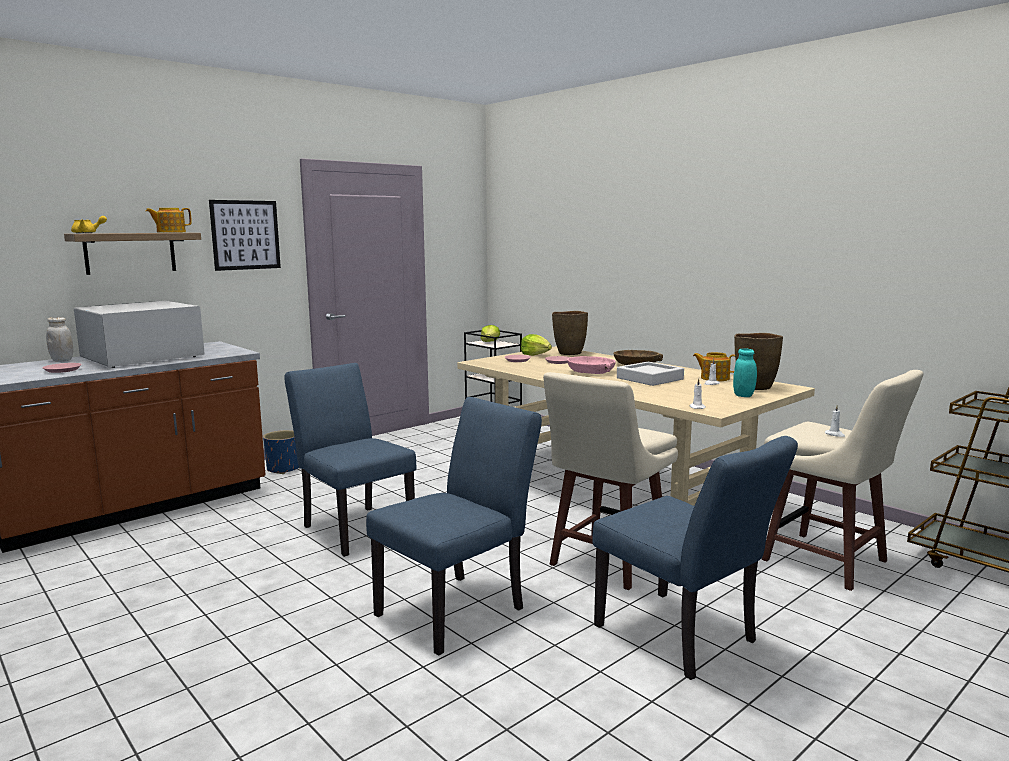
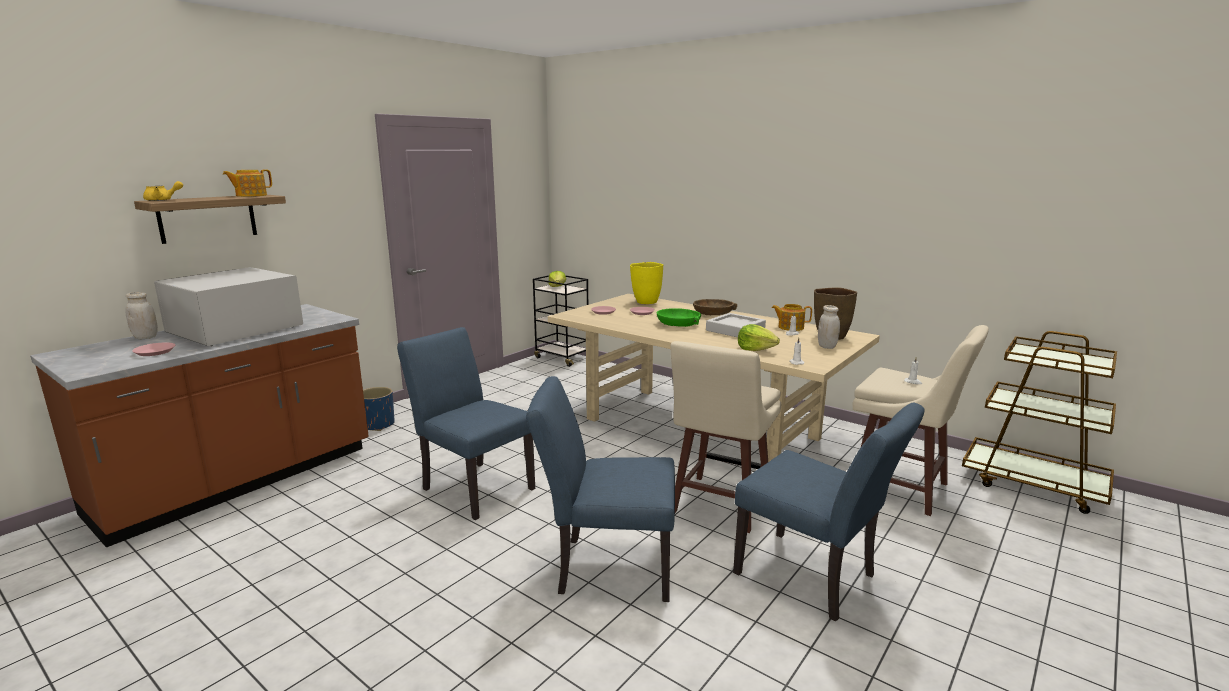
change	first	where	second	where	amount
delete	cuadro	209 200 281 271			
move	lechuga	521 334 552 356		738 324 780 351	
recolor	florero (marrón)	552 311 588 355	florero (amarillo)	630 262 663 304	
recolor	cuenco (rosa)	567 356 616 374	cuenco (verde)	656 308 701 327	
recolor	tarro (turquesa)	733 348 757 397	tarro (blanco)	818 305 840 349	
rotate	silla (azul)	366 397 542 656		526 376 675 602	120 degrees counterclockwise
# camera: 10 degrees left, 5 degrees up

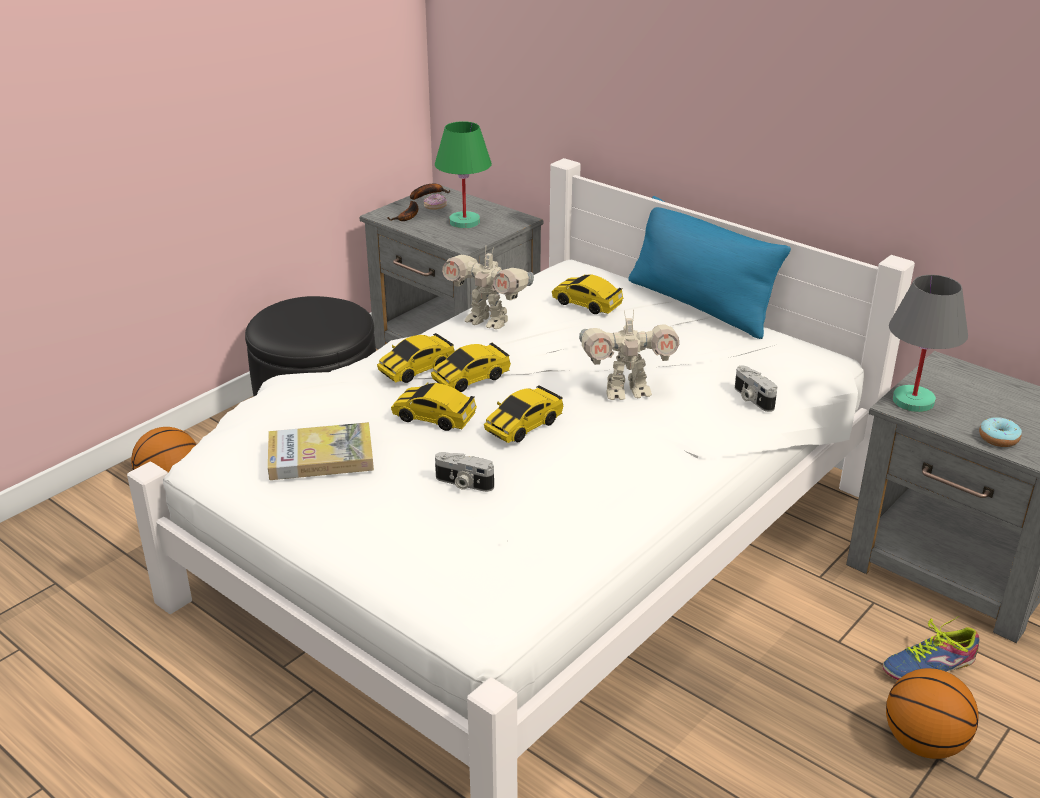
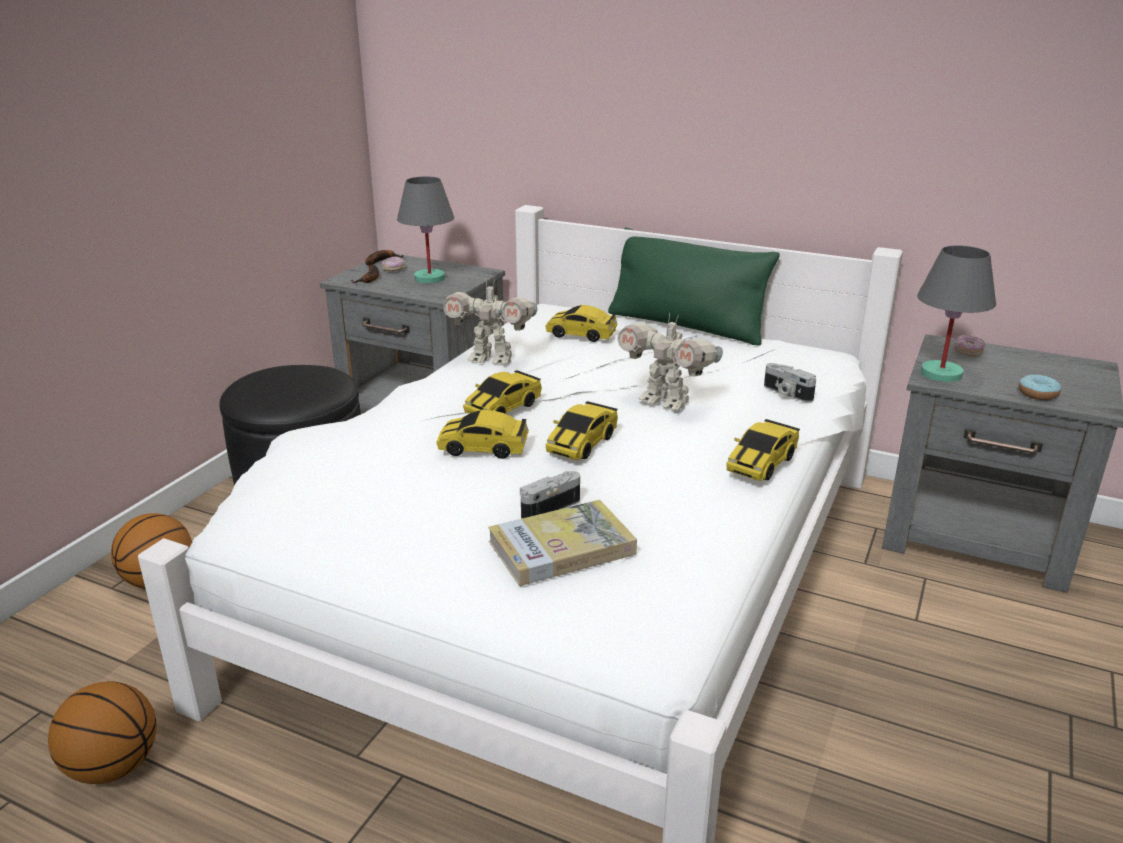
change	first	where	second	where	amount
delete	zapato	882 616 979 680			
insert			rosquilla	953 335 985 356	
move	libro	268 422 374 480		488 500 637 586	
move	coche de juguete	377 333 454 383		726 419 800 481	
move	balón de baloncesto	886 668 979 759		48 681 157 784	
recolor	lámpara de mesa (verde)	435 121 492 228	lámpara de mesa (gris)	397 176 454 284	
recolor	cojín (azul)	628 196 791 339	cojín (verde)	608 228 780 346	
rotate	cámara	435 452 494 492		520 471 580 519	135 degrees clockwise
rotate	robot de juguete	579 310 679 400		617 313 723 410	60 degrees clockwise
# camera: 15 degrees left, 5 degrees down

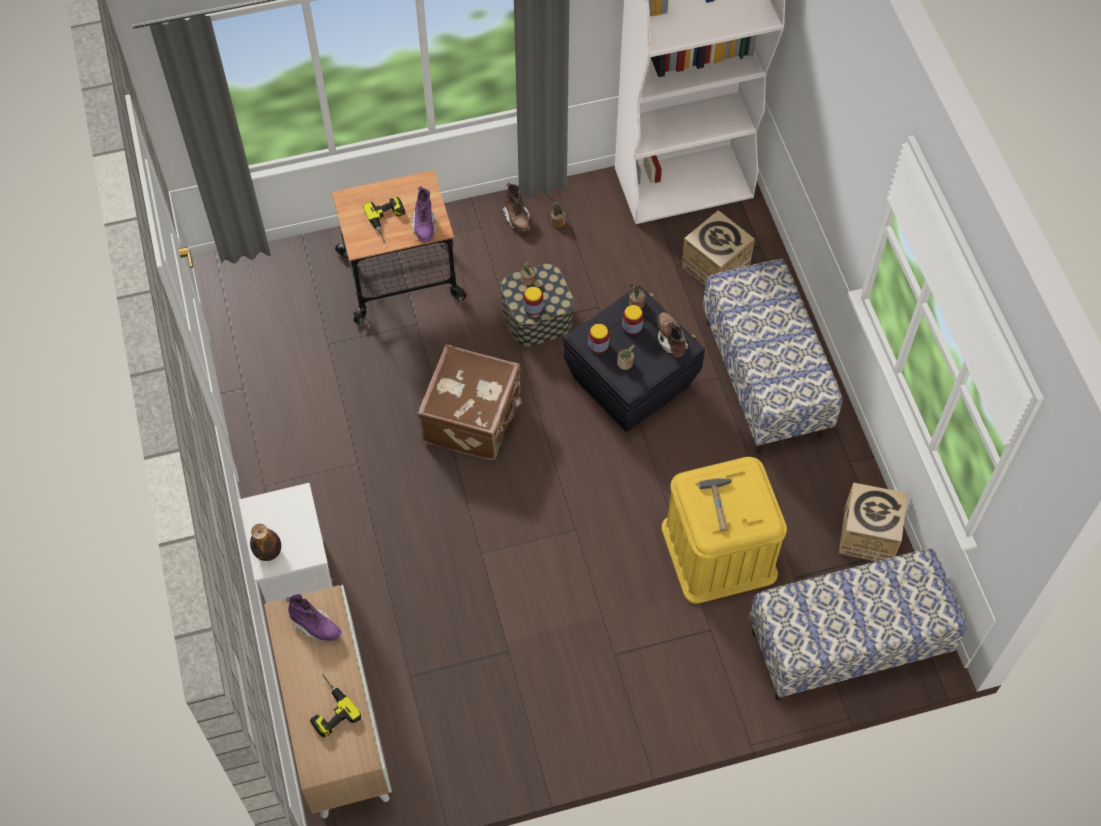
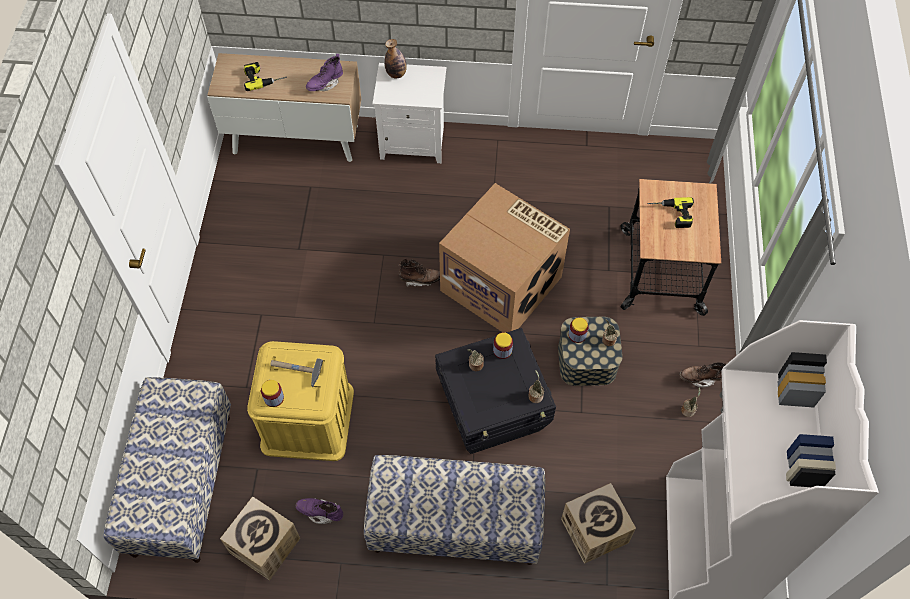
change	first	where	second	where	amount
move	bota (morado)	411 186 438 242		296 498 343 524	
move	tarro	622 305 644 335		261 380 284 407	
move	bota (marrón)	658 312 688 357		398 259 440 287	
replace	maleta (marrón)	417 344 522 460	caja de cartón	439 183 570 333	
# camera: 110 degrees right, 0 degrees up

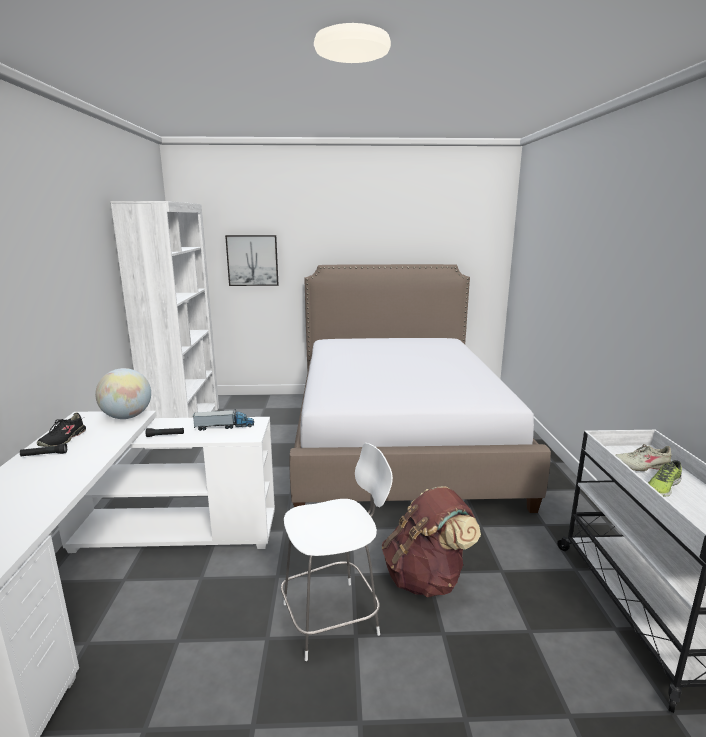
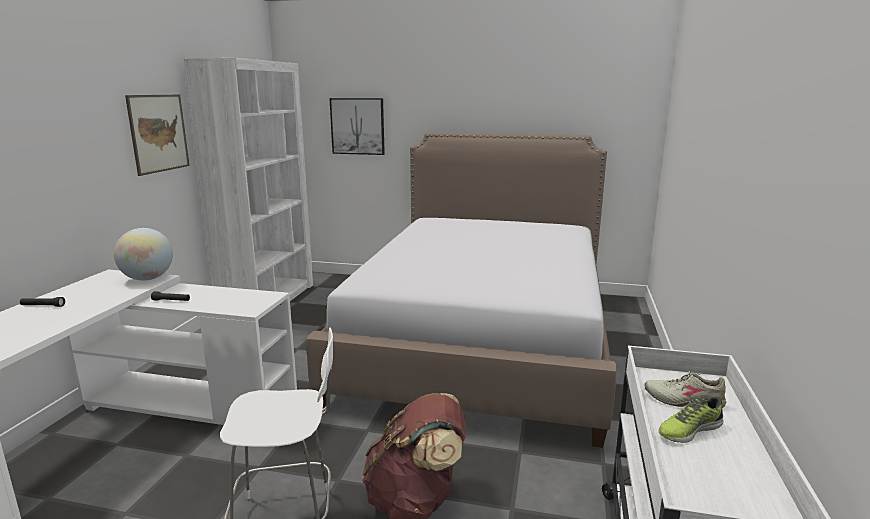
change	first	where	second	where	amount
delete	zapato (negro)	37 412 86 447			
delete	camión de juguete	193 409 254 431			
insert			cuadro	125 95 190 176	
# camera: 15 degrees right, 0 degrees up

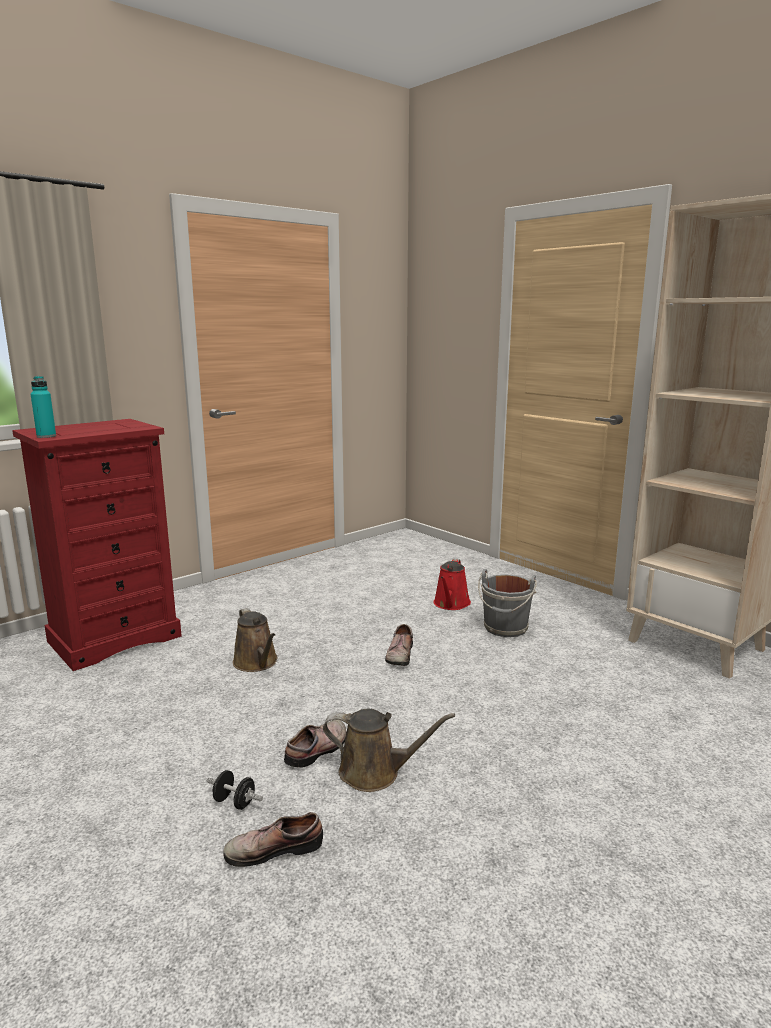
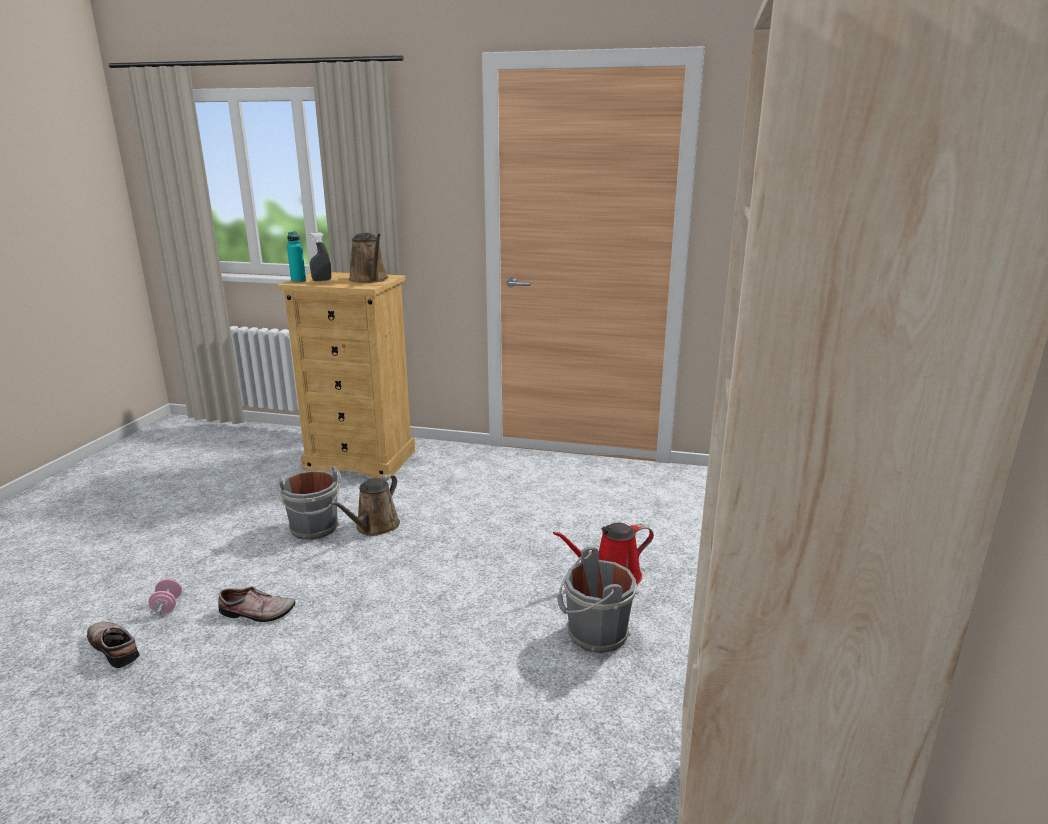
change	first	where	second	where	amount
delete	zapato	385 624 413 666			
insert			cubo (gris)	276 466 341 540	
insert			pulverizador (gris)	309 232 331 281	
move	regadera (marrón)	323 709 455 792		349 233 388 283	
recolor	cómoda (rojo)	12 419 182 671	cómoda (beis)	278 272 415 480	
recolor	mancuerna (negro)	206 770 263 810	mancuerna (rosa)	148 579 182 614	
# camera: 55 degrees right, 5 degrees up

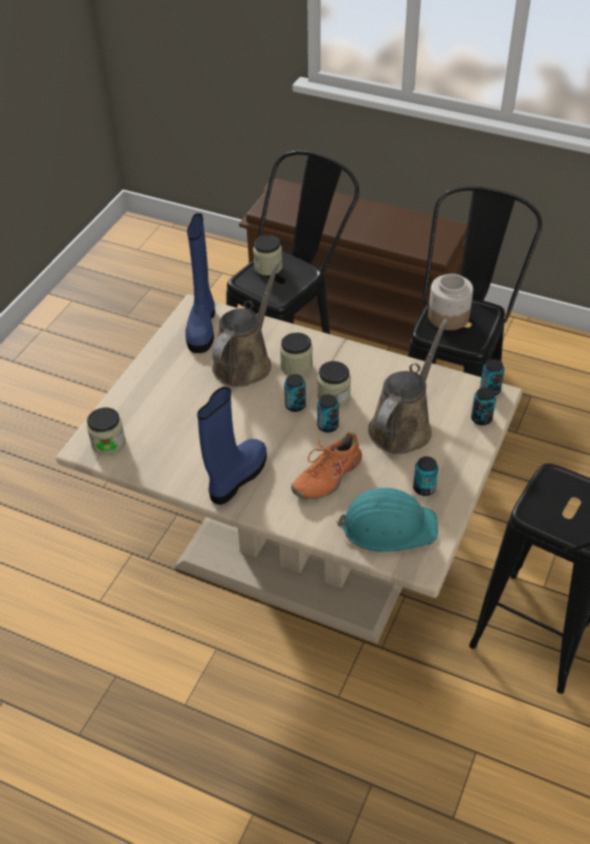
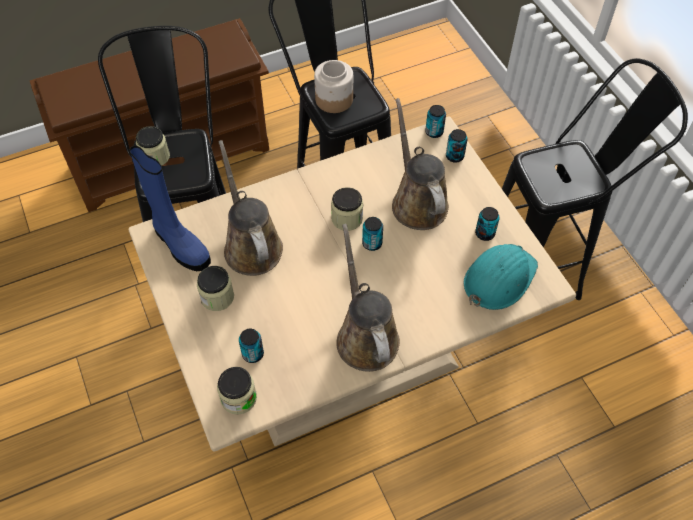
change	first	where	second	where	amount
delete	zapato (naranja)	291 432 363 499			
move	tarro	280 332 313 377		197 266 234 311	
move	lata	284 374 306 412		239 329 264 363	
replace	bota (azul)	197 387 267 505	regadera (marrón)	336 224 400 372	
# camera: 50 degrees left, 10 degrees up

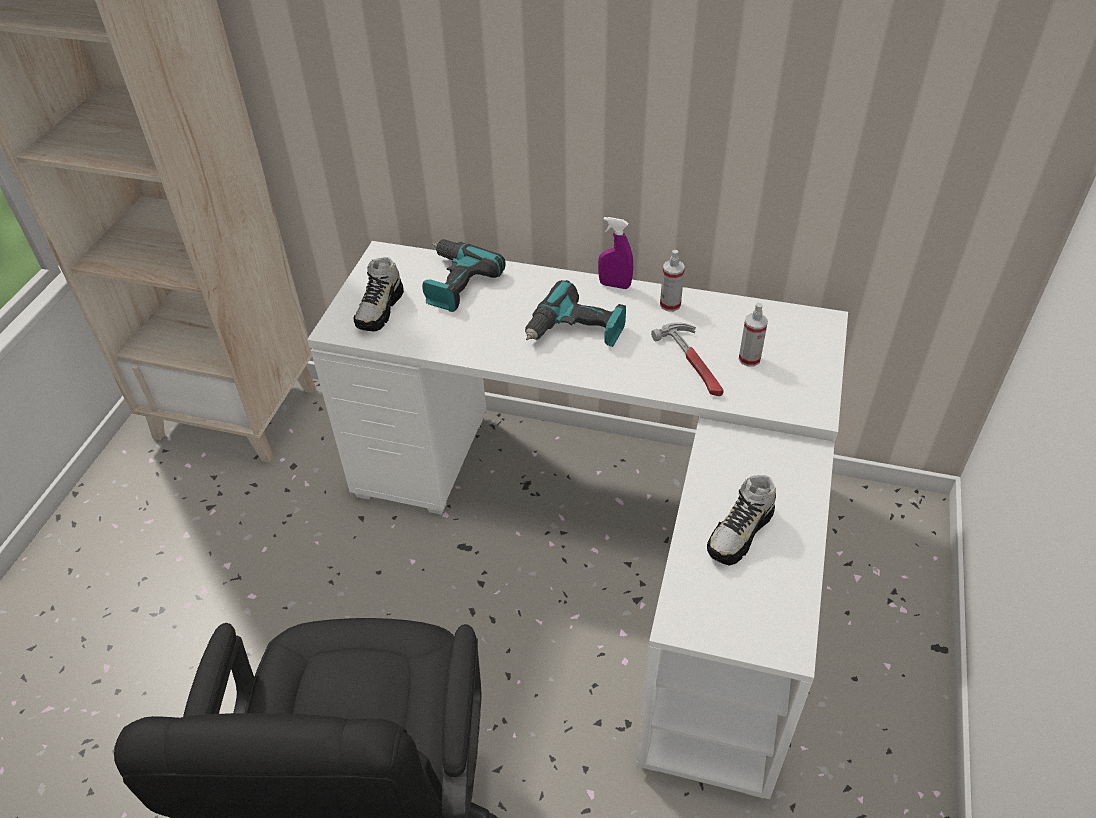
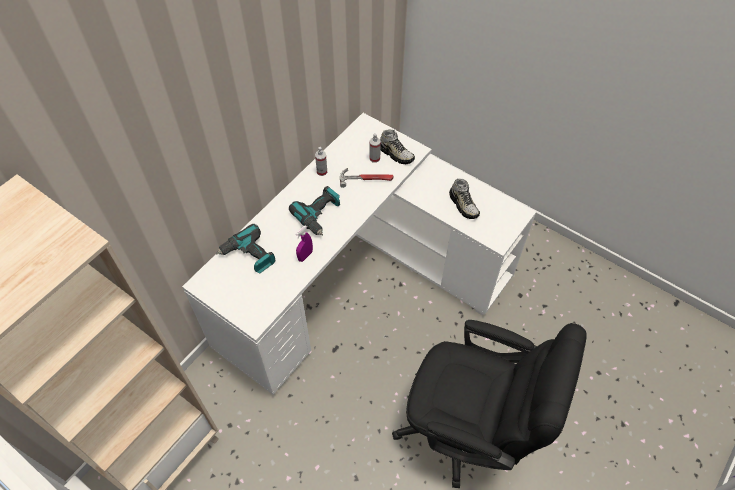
change	first	where	second	where	amount
move	zapato	353 257 404 331		380 129 415 164	
move	pulverizador (morado)	598 217 633 289		295 225 313 262	
# camera: 70 degrees left, 10 degrees up

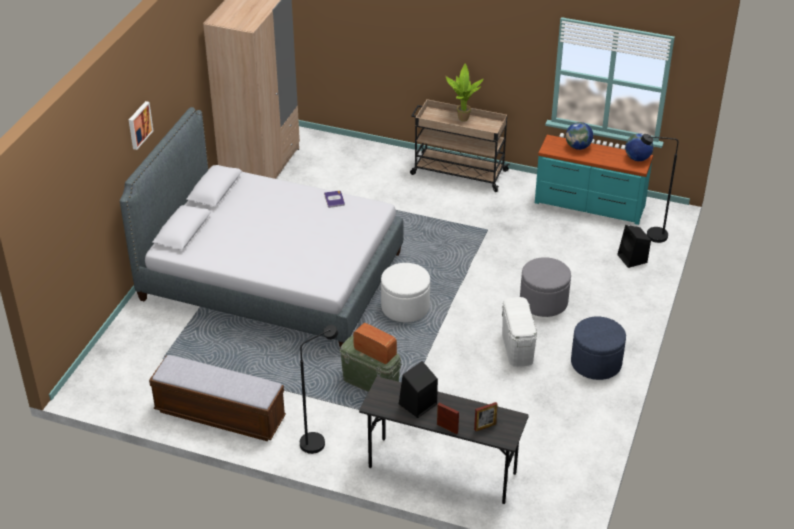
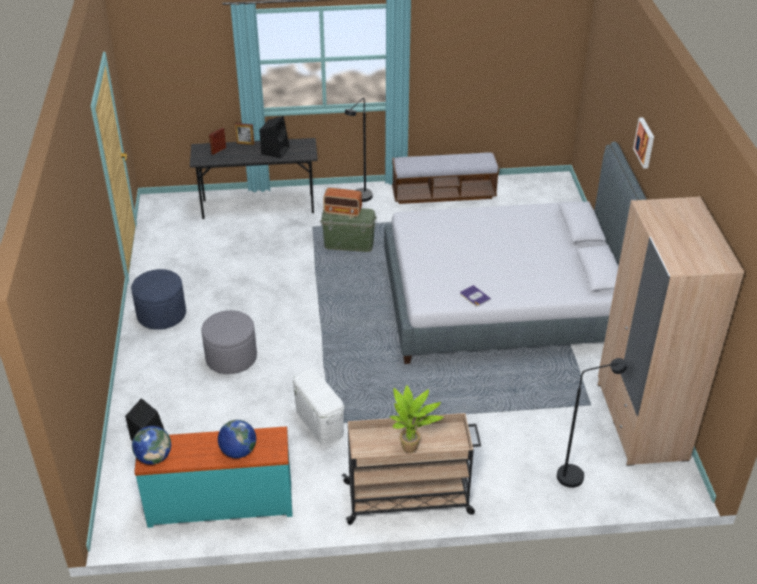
change	first	where	second	where	amount
delete	puf (blanco)	381 263 430 322			
move	caja de almacenaje (blanco)	502 297 537 367		292 369 345 446	
move	lámpara de pie (negro)	641 134 678 243		557 358 627 488	
# camera: 155 degrees right, 0 degrees up

